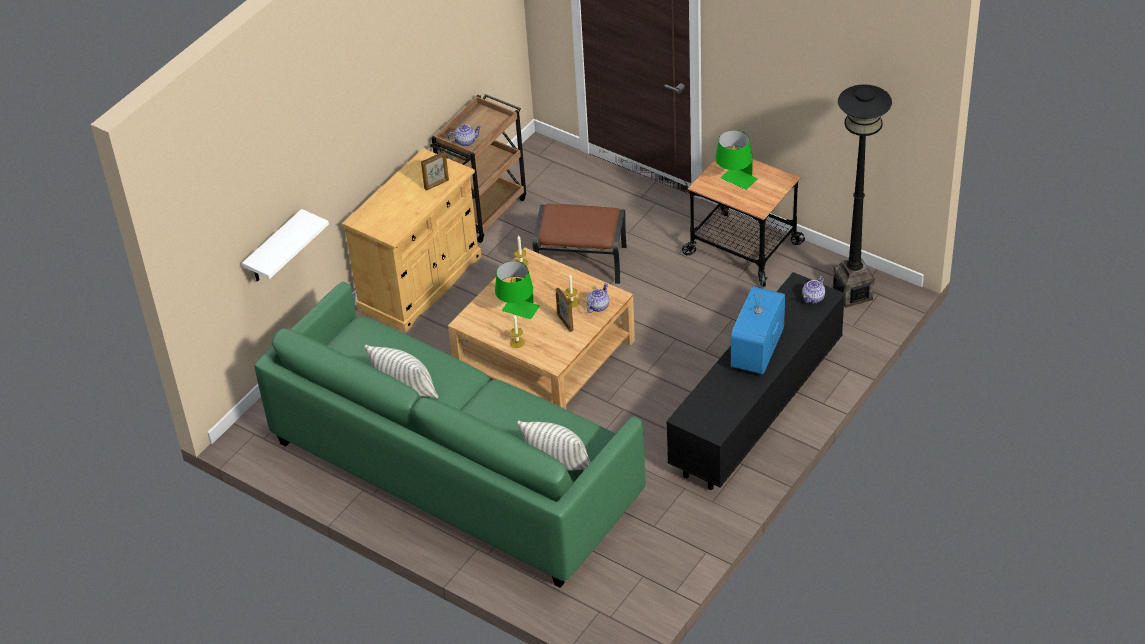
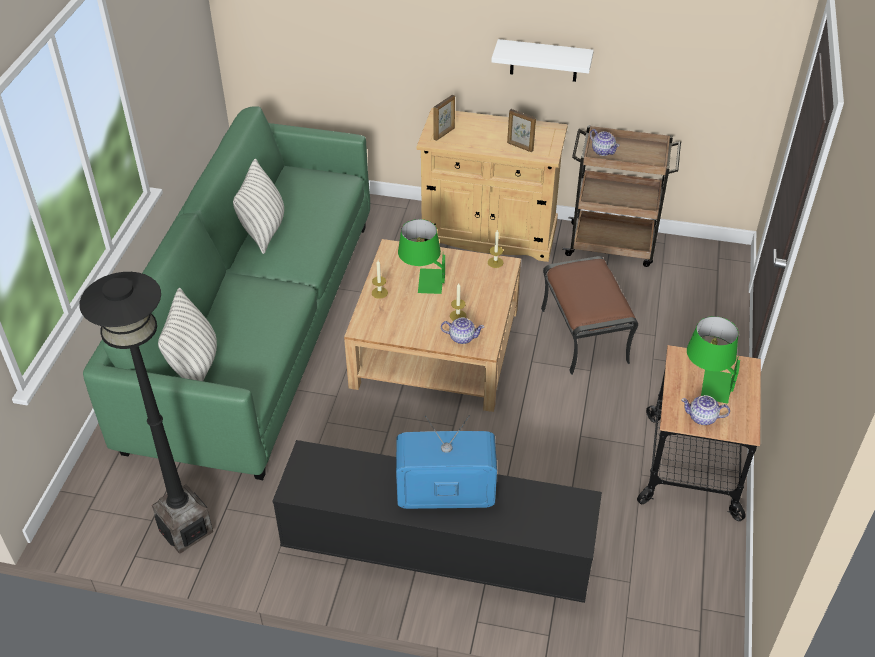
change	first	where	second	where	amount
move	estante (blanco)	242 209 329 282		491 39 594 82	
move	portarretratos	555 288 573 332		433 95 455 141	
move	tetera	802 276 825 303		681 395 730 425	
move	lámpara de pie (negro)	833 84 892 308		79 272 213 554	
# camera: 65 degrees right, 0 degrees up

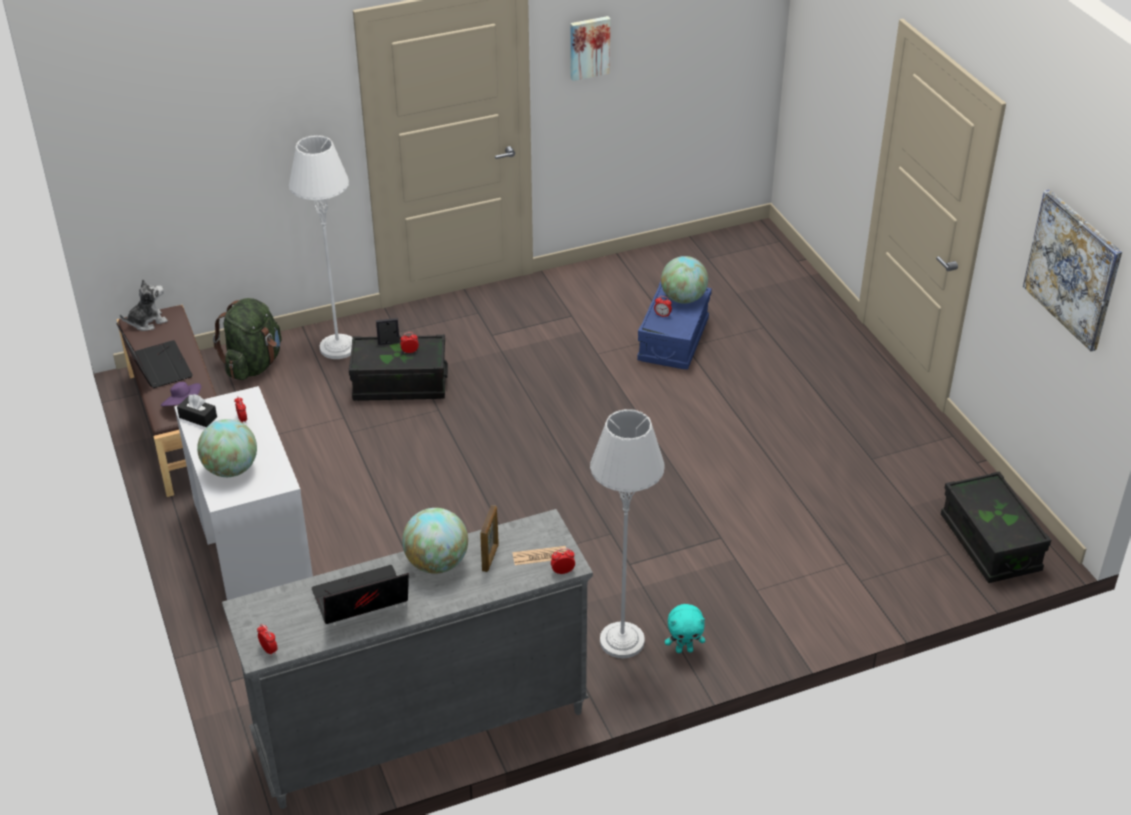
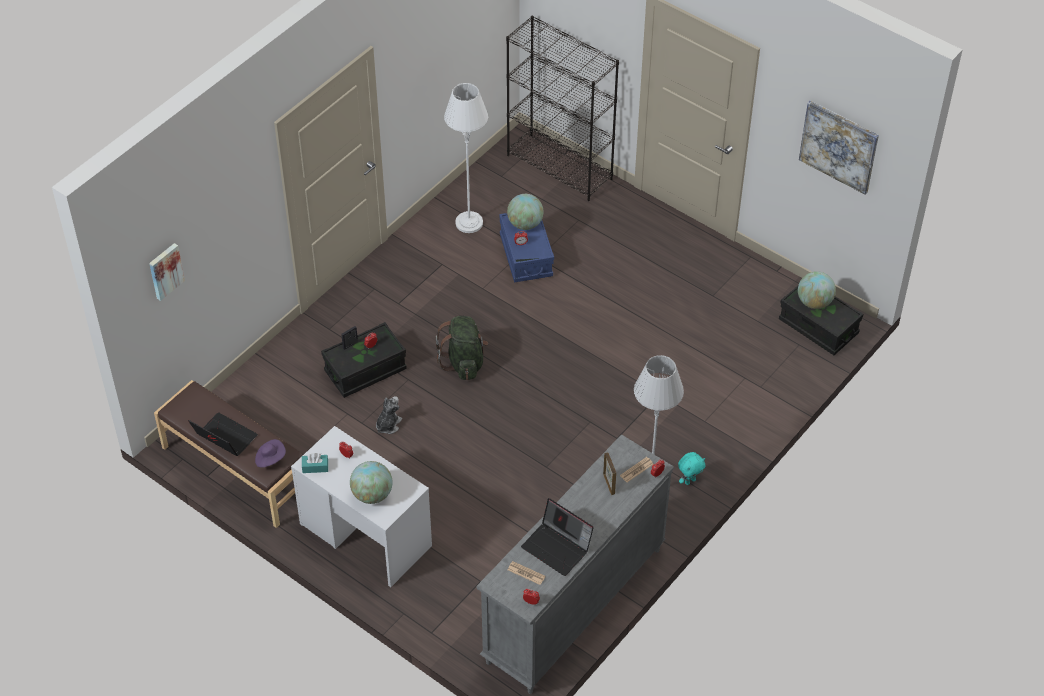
change	first	where	second	where	amount
insert			estantería (negro)	506 16 619 201	
insert			periódico	508 561 546 585	
move	peluche	120 279 168 331		376 396 402 434	
move	mochila (verde)	213 298 281 380		436 316 488 380	
move	lámpara de pie (blanco)	289 135 353 359		444 83 488 233	
move	globo terráqueo	402 508 468 574		798 271 836 309	
move	cuadro	571 16 611 81		149 243 185 301	
recolor	caja de pañuelos (negro)	177 394 217 427	caja de pañuelos (turquesa)	302 453 328 473	
rotate	portátil	312 565 409 624		521 498 594 576	90 degrees counterclockwise
# camera: 30 degrees left, 10 degrees up

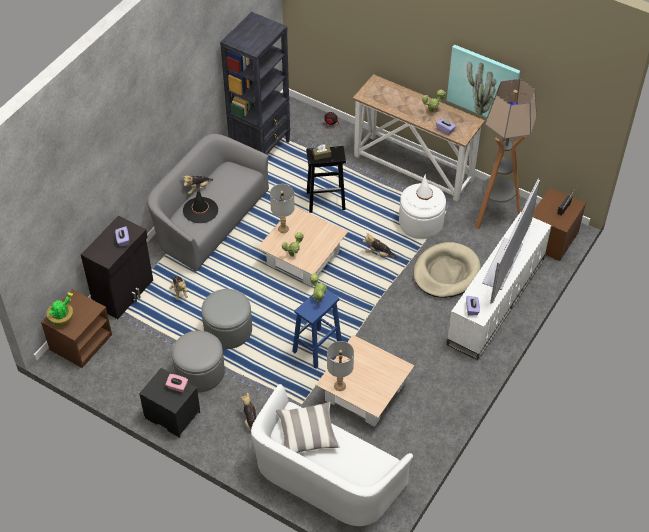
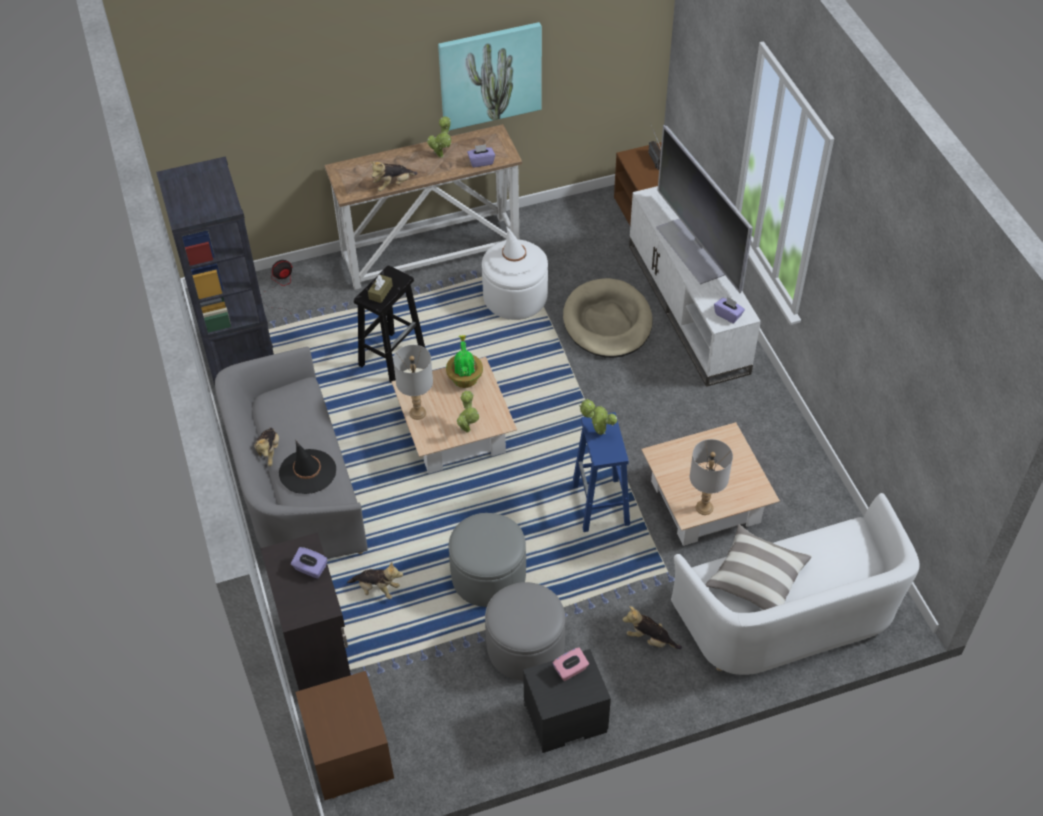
change	first	where	second	where	amount
delete	lámpara de pie	475 79 537 229			
move	planta en maceta	46 292 73 327		446 335 483 388	
move	peluche	363 233 398 258		370 162 417 191	
# camera: 50 degrees left, 0 degrees up

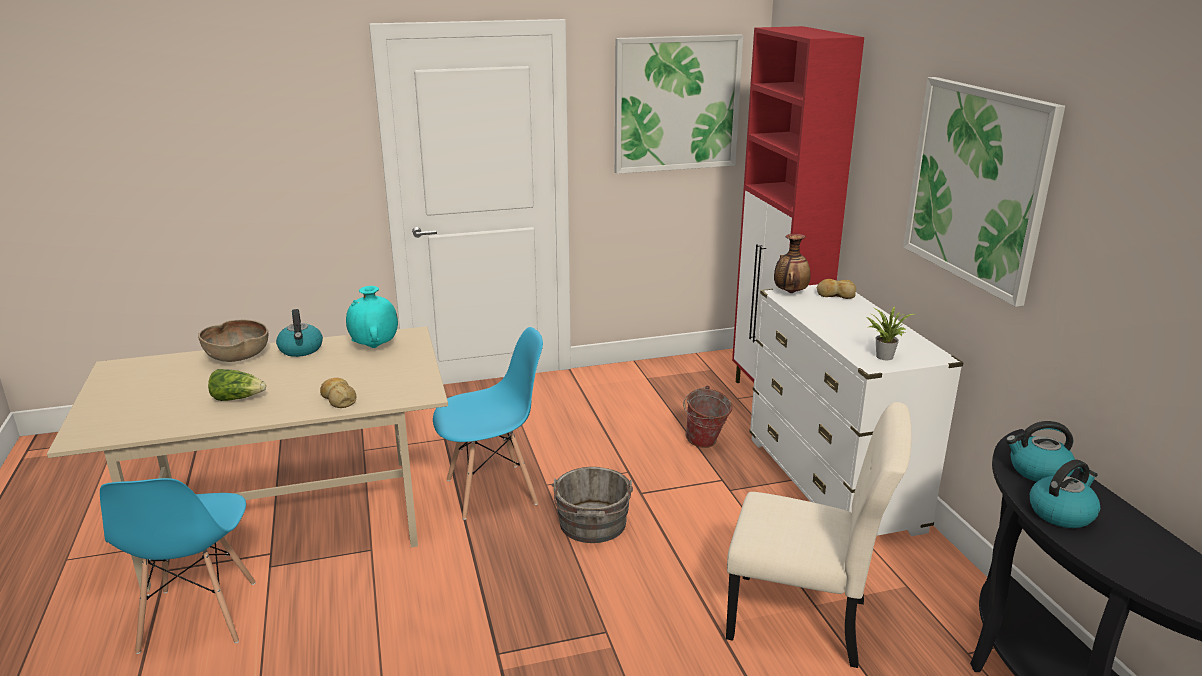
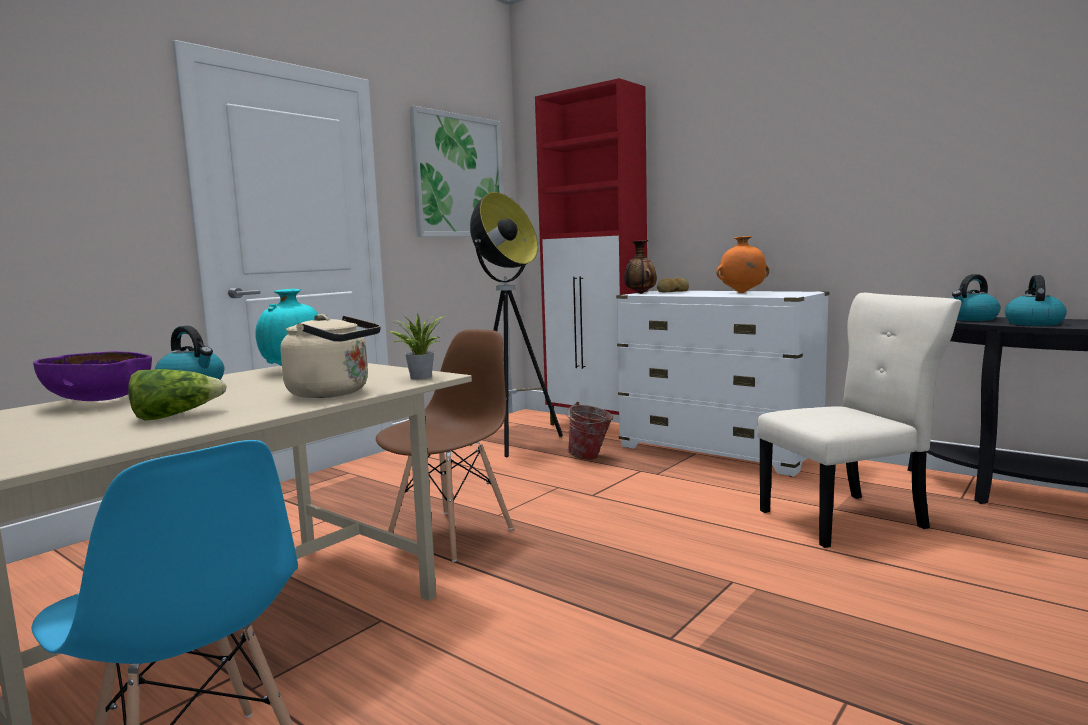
change	first	where	second	where	amount
delete	cubo (gris)	552 467 633 543			
delete	cuadro	903 77 1065 307			
insert			lámpara de pie	470 192 563 457	
insert			florero (naranja)	716 236 769 293	
move	planta en maceta	867 306 914 360		388 313 445 380	
replace	pan	320 378 356 408	hervidor (beis)	281 314 381 398	
recolor	cuenco (marrón)	198 320 268 362	cuenco (morado)	33 351 152 401	
recolor	silla (azul)	433 327 543 520	silla (marrón)	376 329 514 562	
# camera: 35 degrees left, 15 degrees down

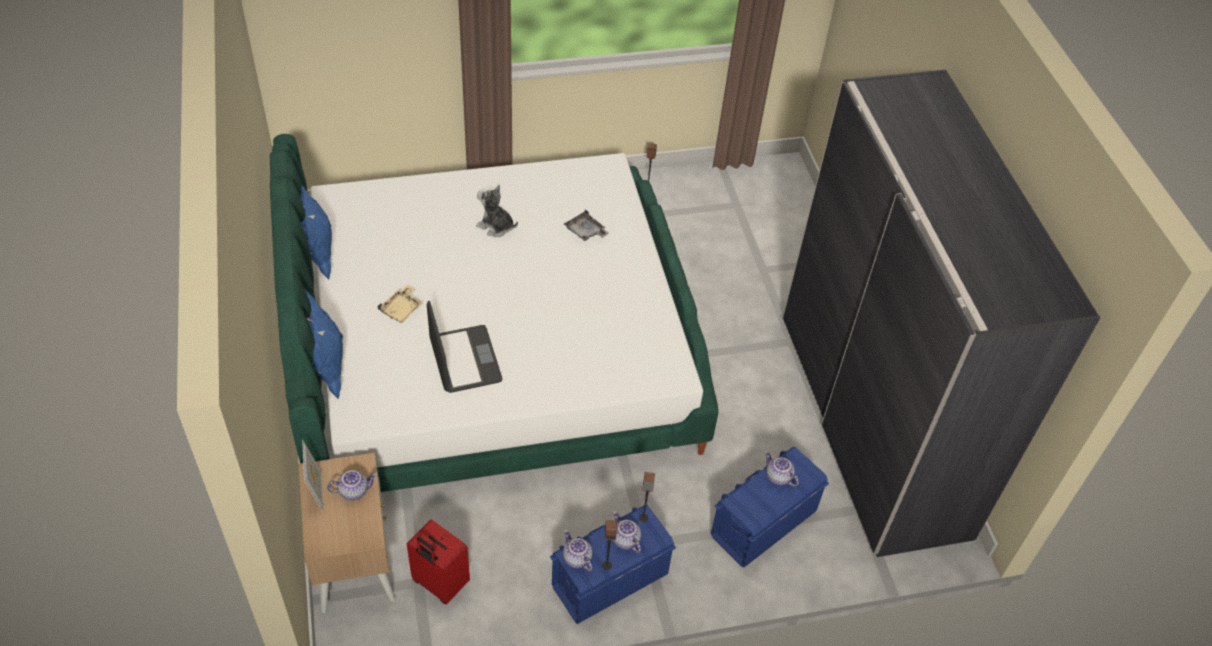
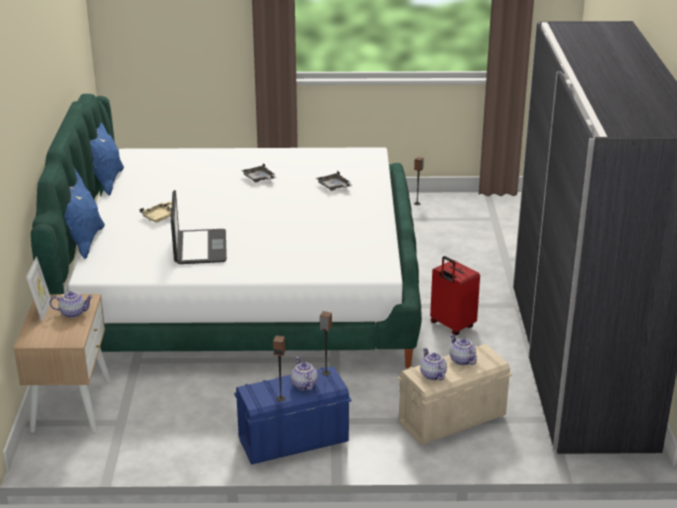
change	first	where	second	where	amount
move	maleta (rojo)	407 520 470 604		430 256 480 335	
move	tetera	563 529 593 572		420 348 447 380	
replace	peluche	476 185 518 237	bandeja (gris)	241 163 277 183	
recolor	caja de almacenaje (azul)	711 447 829 567	caja de almacenaje (beis)	397 344 512 445	
# camera: 15 degrees right, 20 degrees down

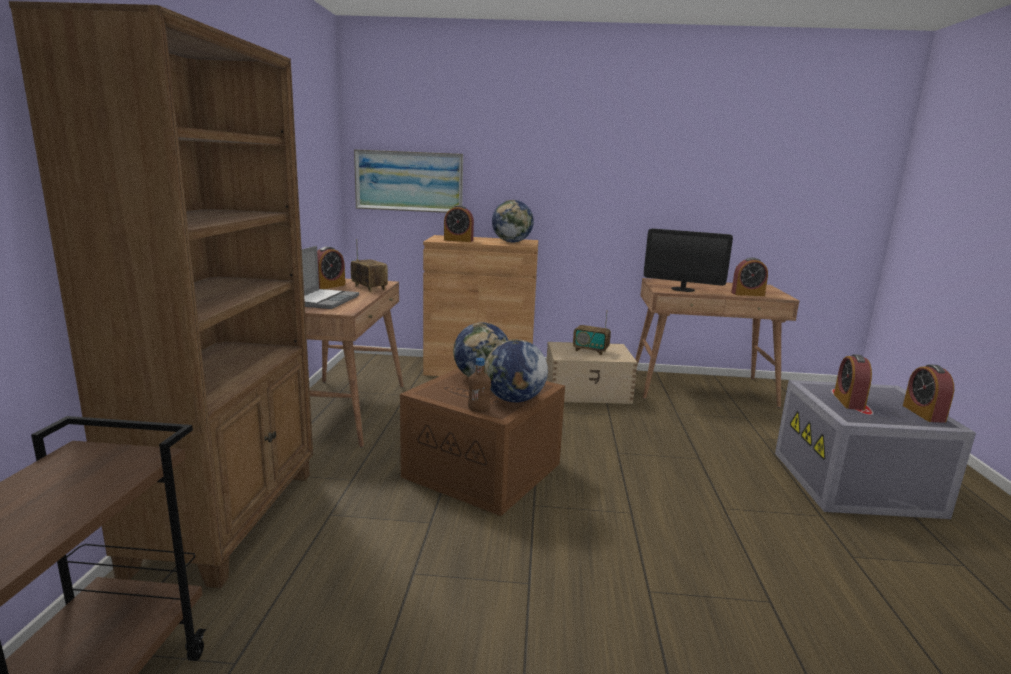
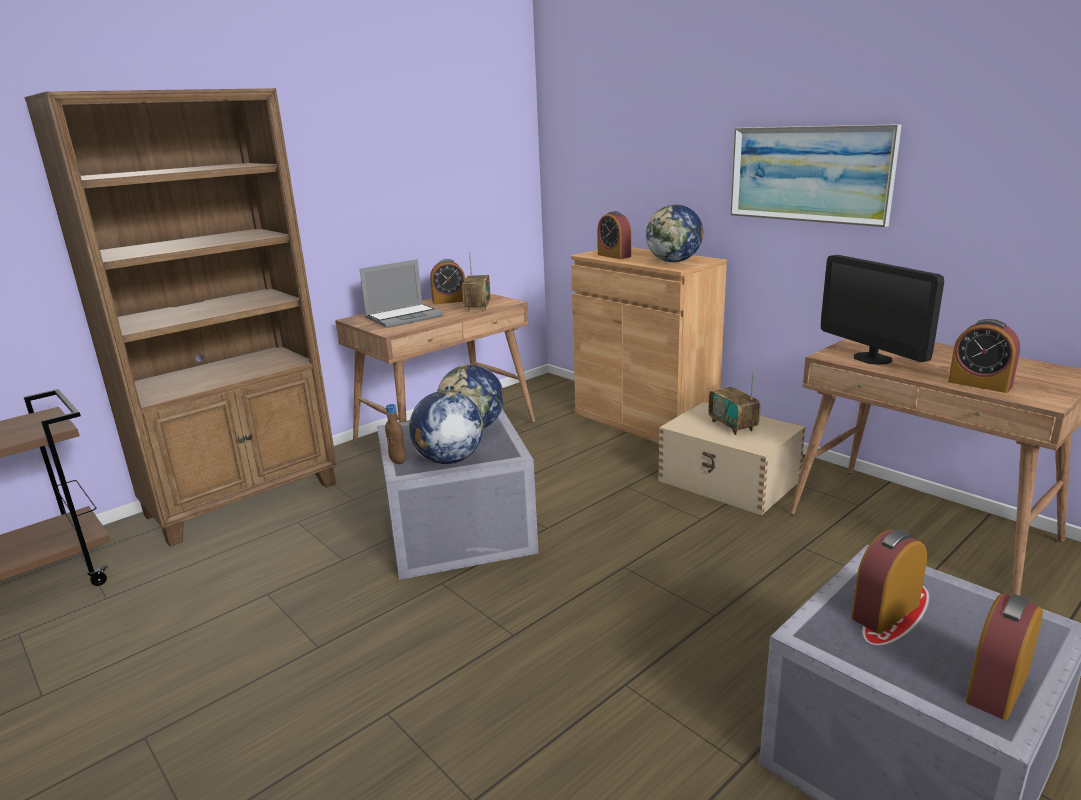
change	first	where	second	where	amount
move	cuadro	354 149 463 213		731 124 902 227	
recolor	caja de almacenaje (marrón)	400 368 565 516	caja de almacenaje (gris)	377 409 539 580	
# camera: 45 degrees right, 5 degrees up

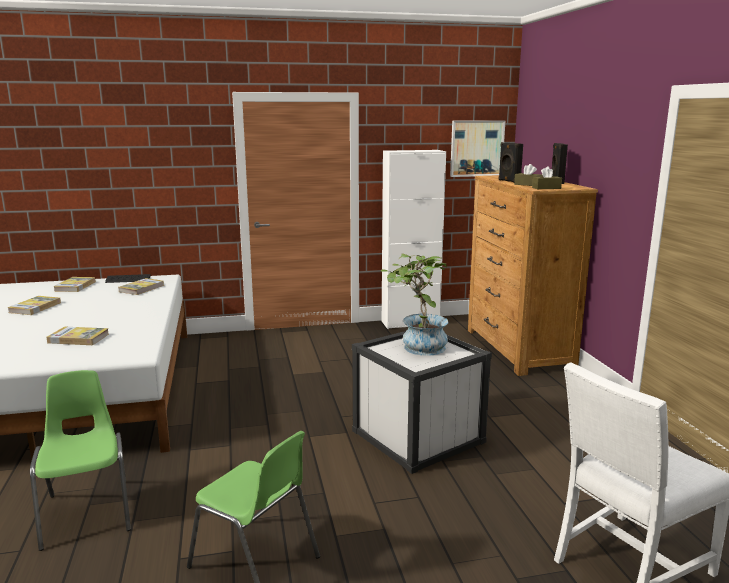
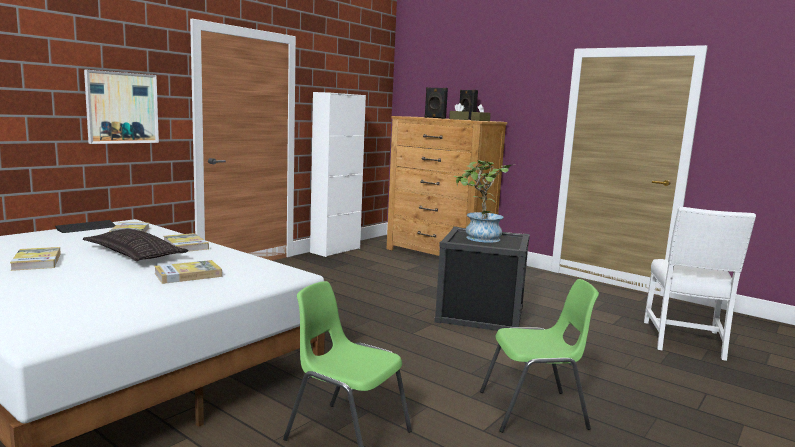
change	first	where	second	where	amount
insert			cojín	83 229 188 261	
move	libro	53 277 96 292		164 233 209 252	
move	cuadro	450 120 505 177		84 70 159 144	
recolor	caja de almacenaje (blanco)	352 331 492 474	caja de almacenaje (negro)	435 227 530 331	
# camera: 40 degrees left, 5 degrees down

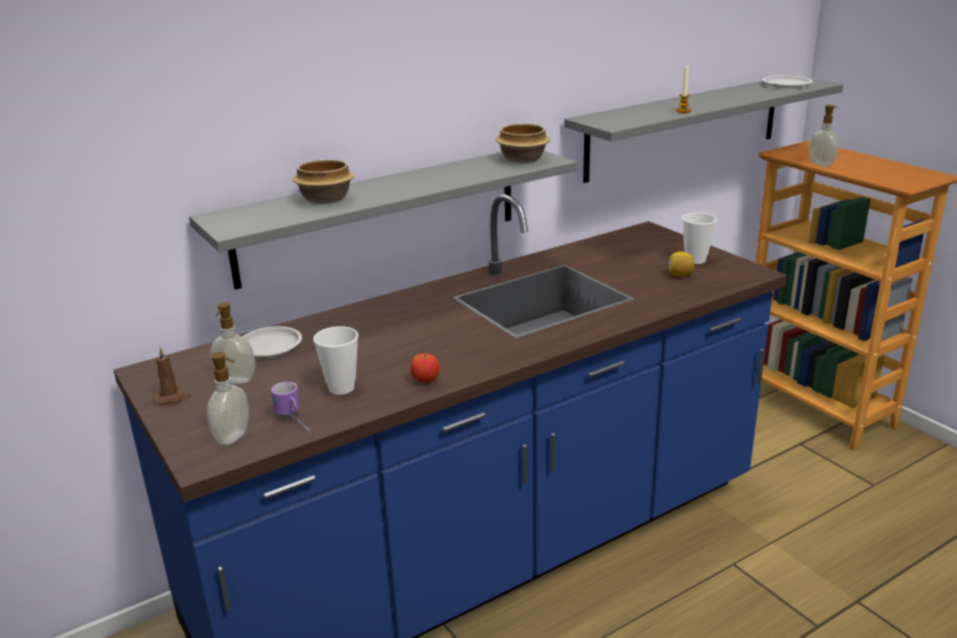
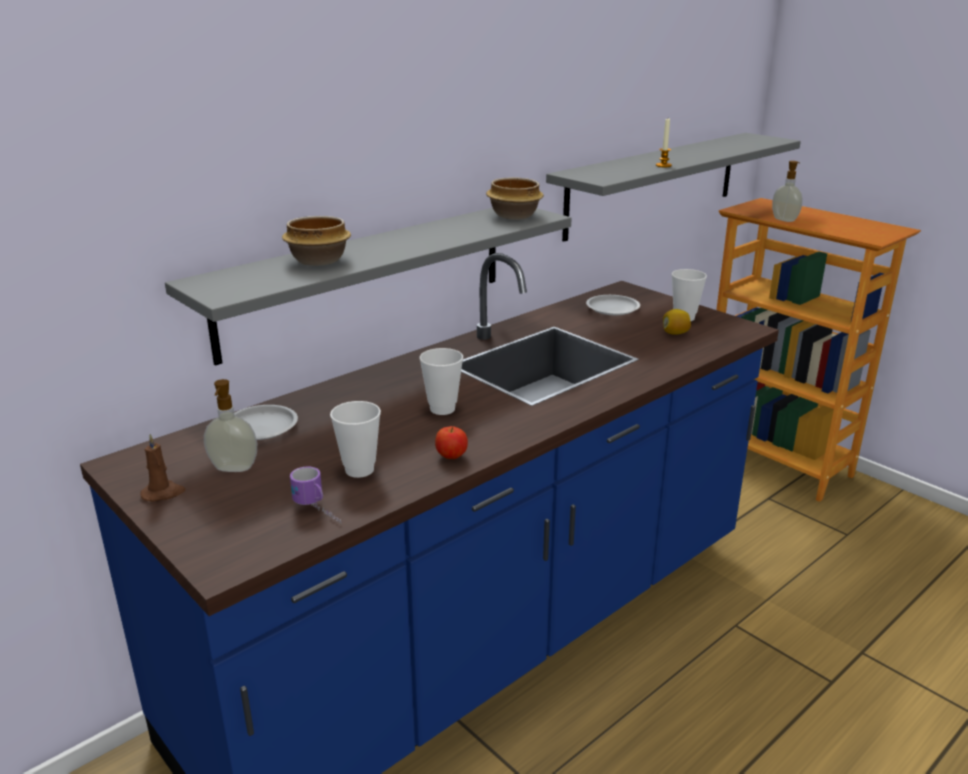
change	first	where	second	where	amount
delete	dispensador de jabón	207 352 249 445			
insert			taza	419 348 463 415	
move	plato (blanco)	762 76 813 88		586 295 640 315	
# camera: 10 degrees left, 0 degrees up

